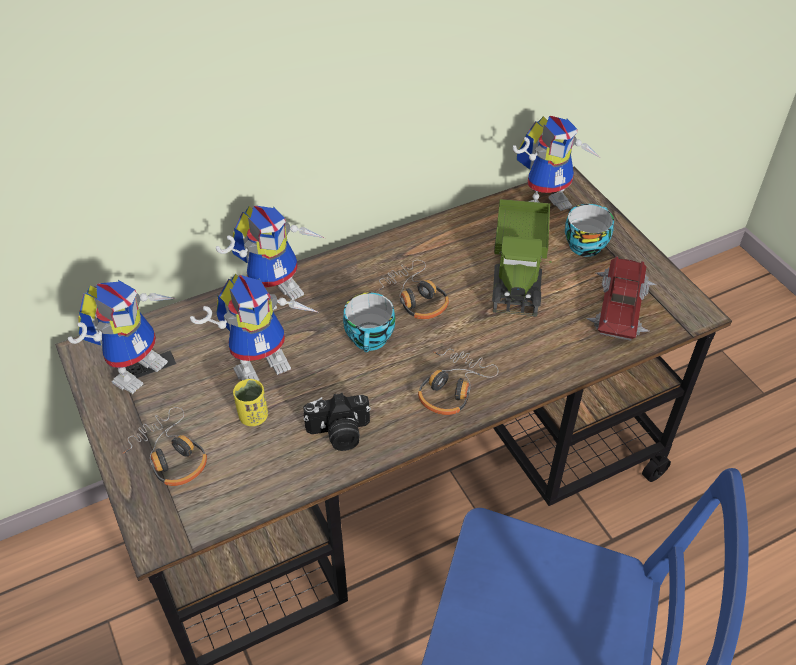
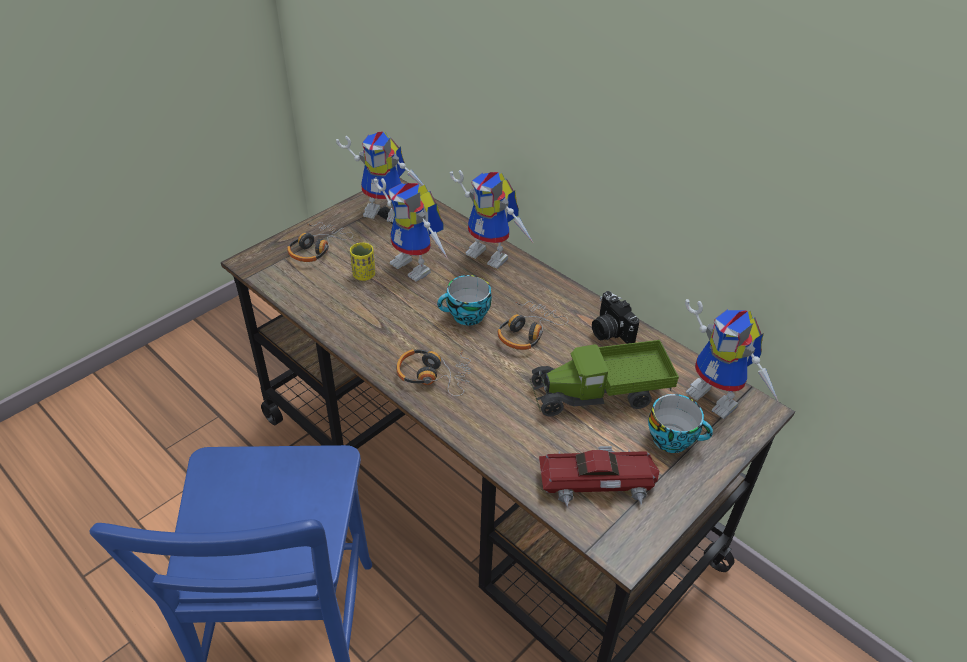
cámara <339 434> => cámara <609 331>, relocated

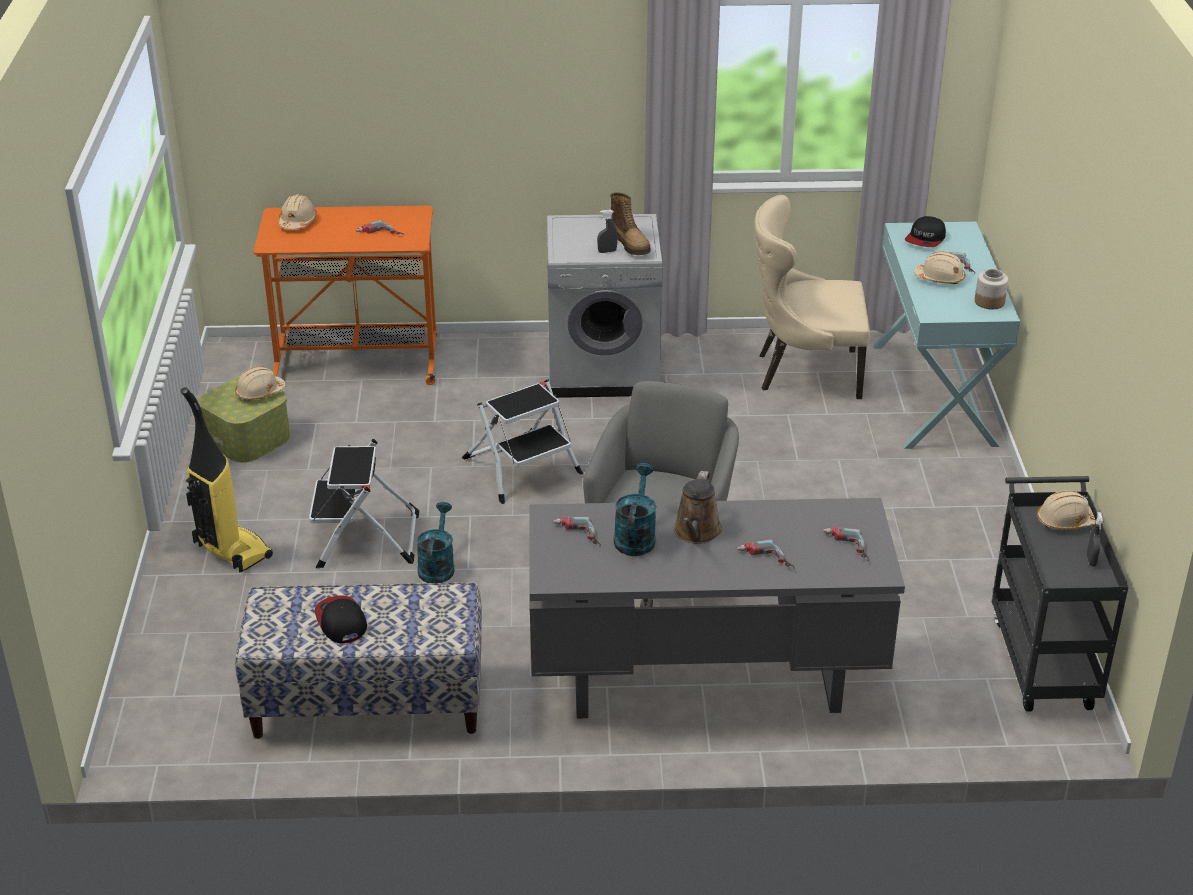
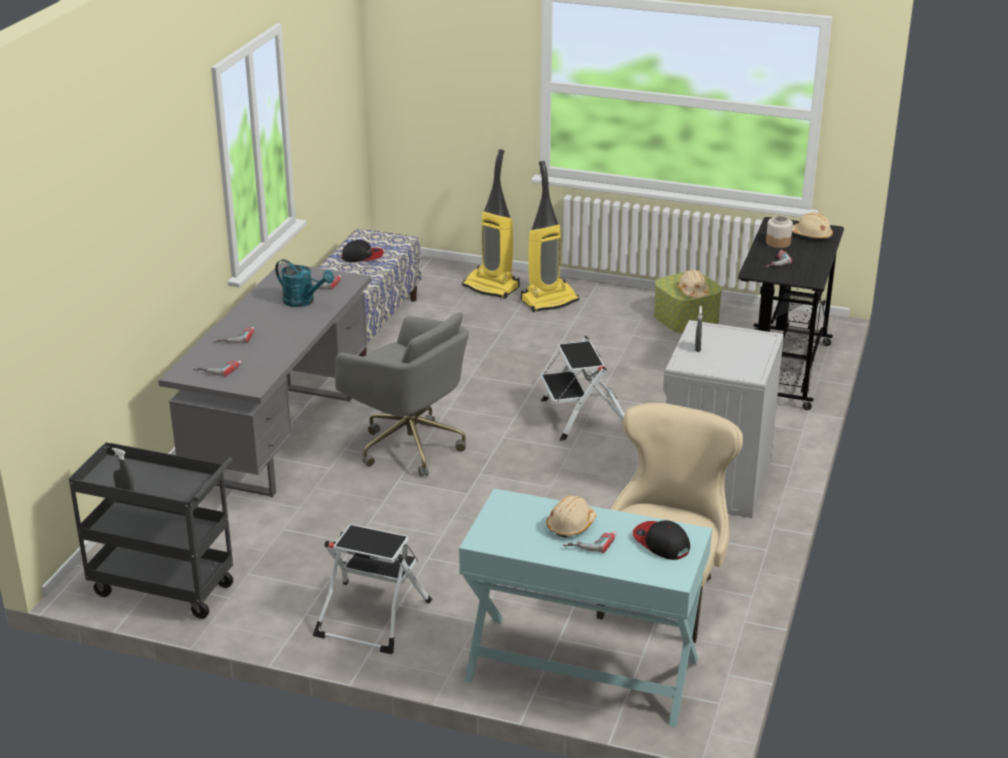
escritorio (naranja) <357 362> => escritorio (negro) <781 371>
escalera de tijera <365 537> => escalera de tijera <371 615>, relocated
regadera (turquesa) <437 566> => nothing
bota <630 244> => nothing
regadera (marrón) <696 532> => nothing
tarro <989 302> => tarro <778 243>, relocated
casco (beis) <1065 521> => nothing
nothing => aspiradora <492 287>

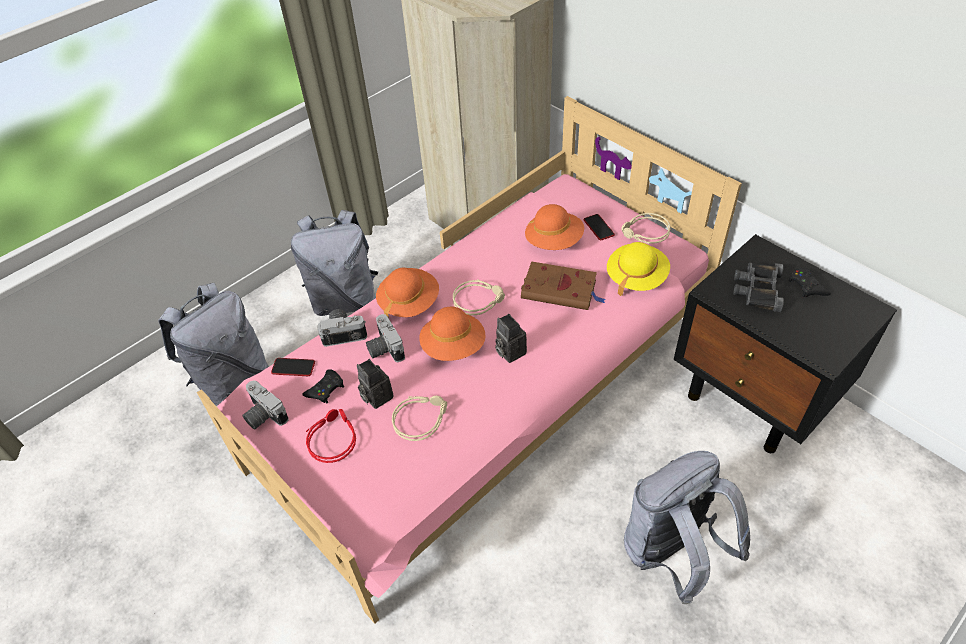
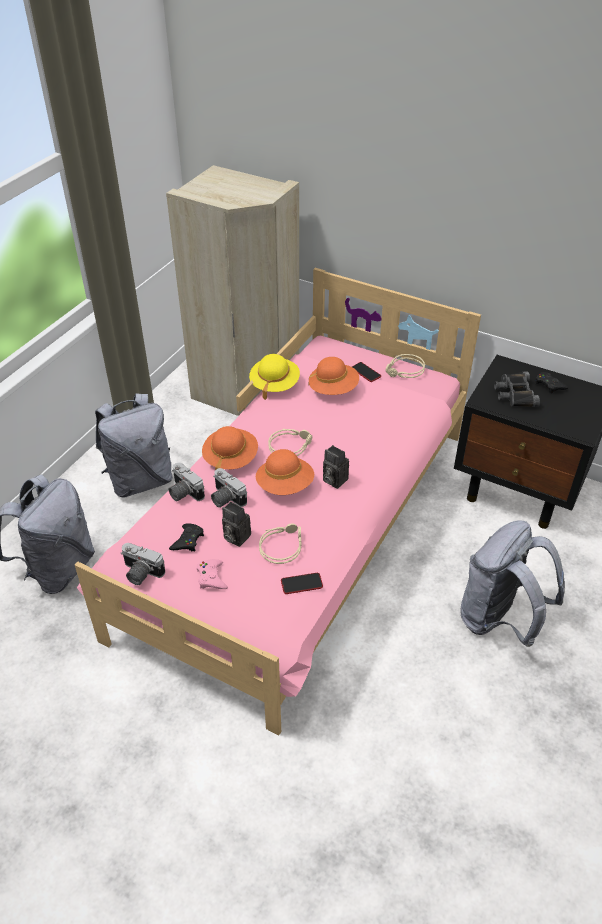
móvil <293 367> => móvil <301 584>, relocated
auriculares (rojo) <332 438> => mando de consola (rosa) <211 577>
cámara <344 332> => cámara <183 493>, 105 degrees counterclockwise
libro (marrón) <561 290> => nothing
sombrero (amarillo) <636 277> => sombrero (amarillo) <274 384>, relocated

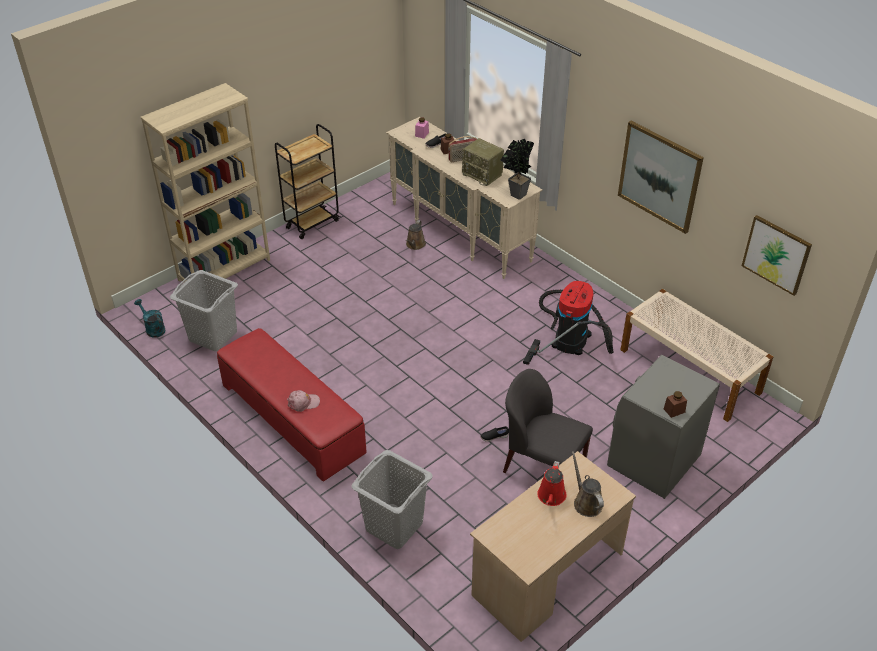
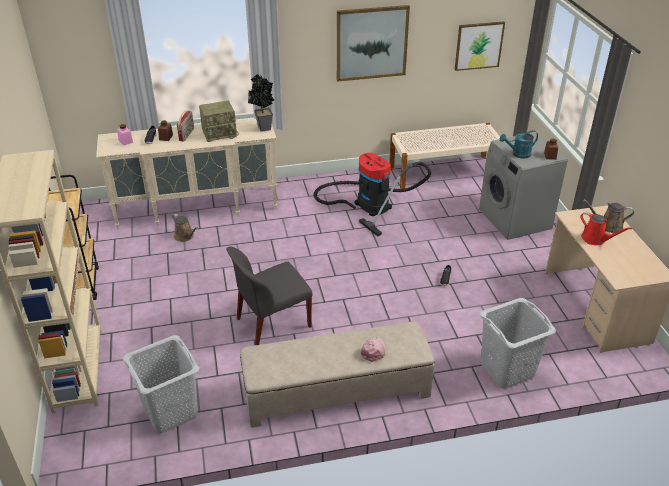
regadera (turquesa) <153 328> => regadera (turquesa) <518 154>, relocated
banco (rojo) <291 418> => banco (beis) <336 391>
silla (gris) <542 467> => silla (gris) <271 323>, relocated

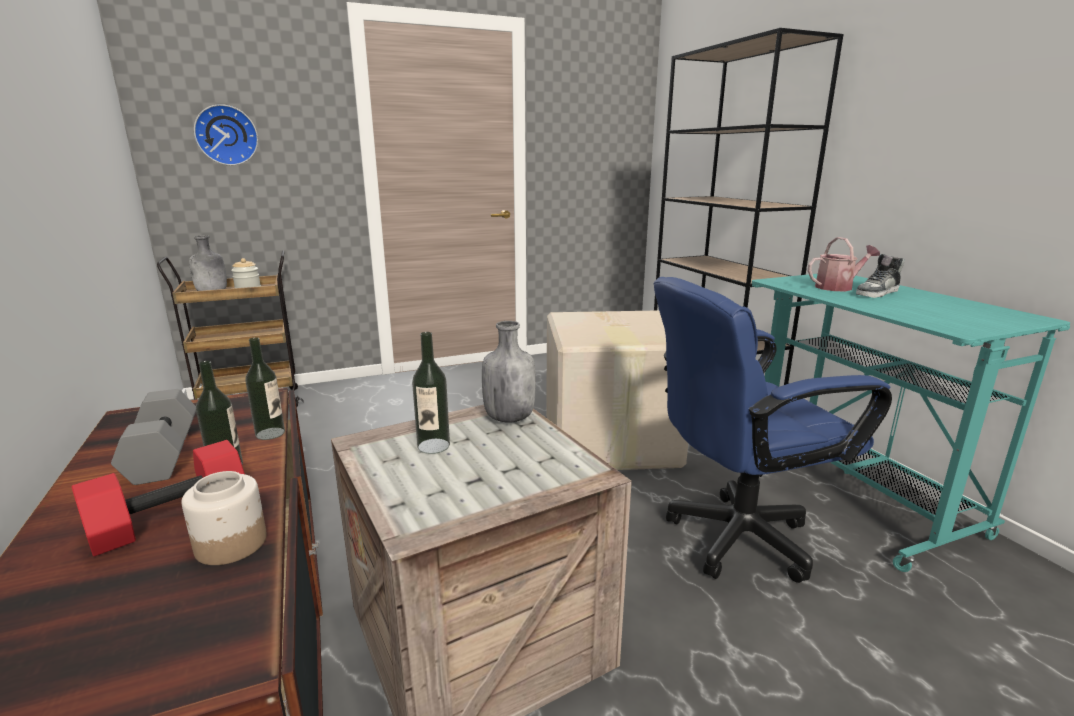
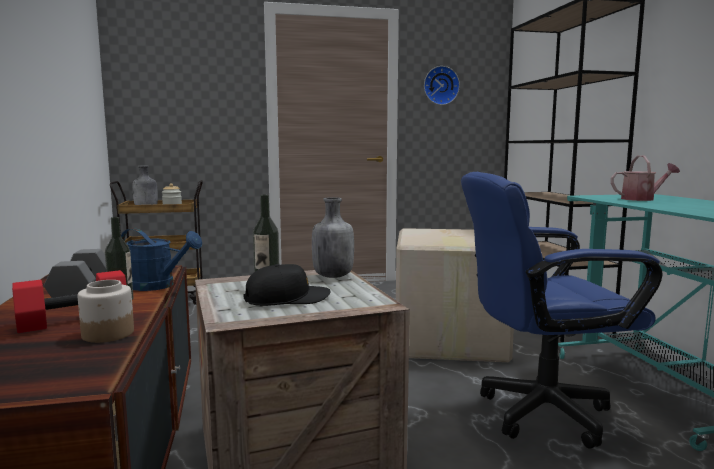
reloj de pared <227 135> => reloj de pared <440 85>, relocated
botella <270 433> => regadera (azul) <159 286>
zapato <877 293> => nothing
nothing => gorra (negro) <287 299>

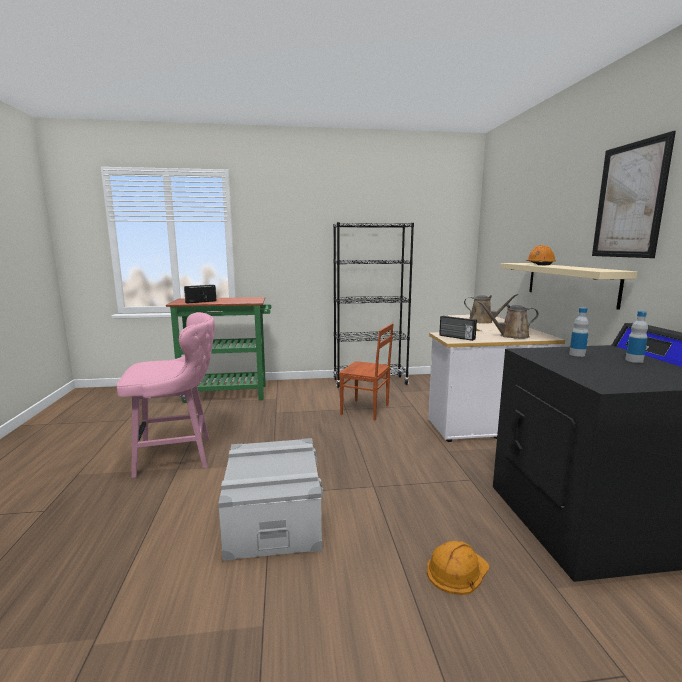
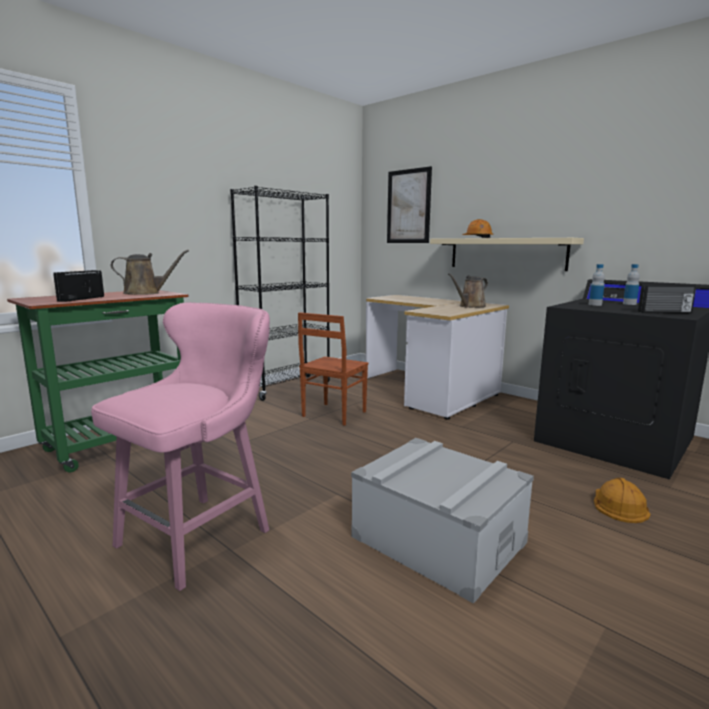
silla (marrón) <365 410> => silla (marrón) <333 414>, 135 degrees clockwise
radio <456 337> => radio <665 312>, relocated
regadera (marrón) <483 321> => regadera (marrón) <146 293>, relocated
cuadro <629 200> => cuadro <408 206>, relocated

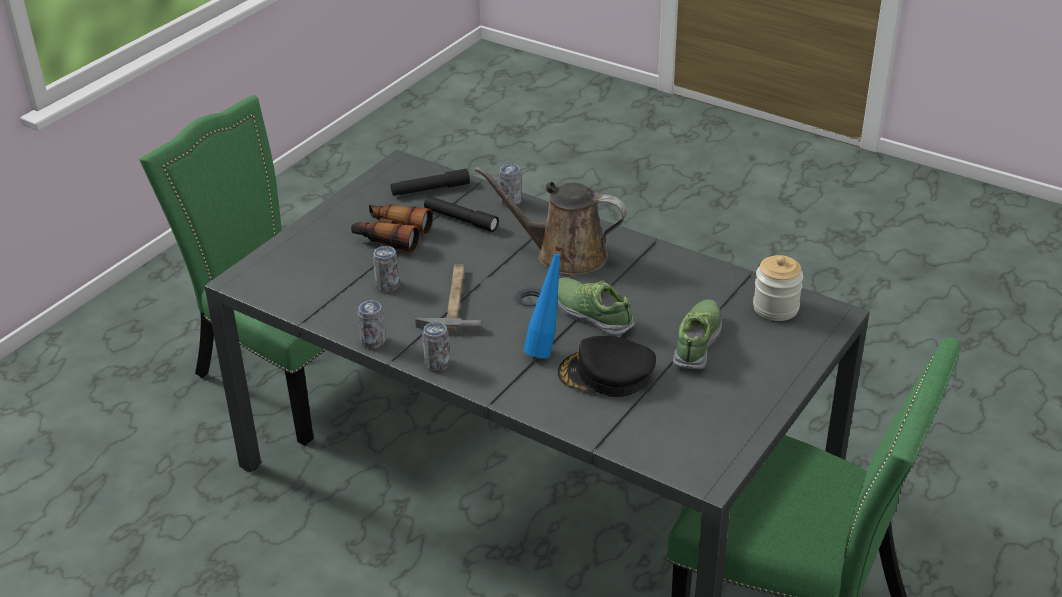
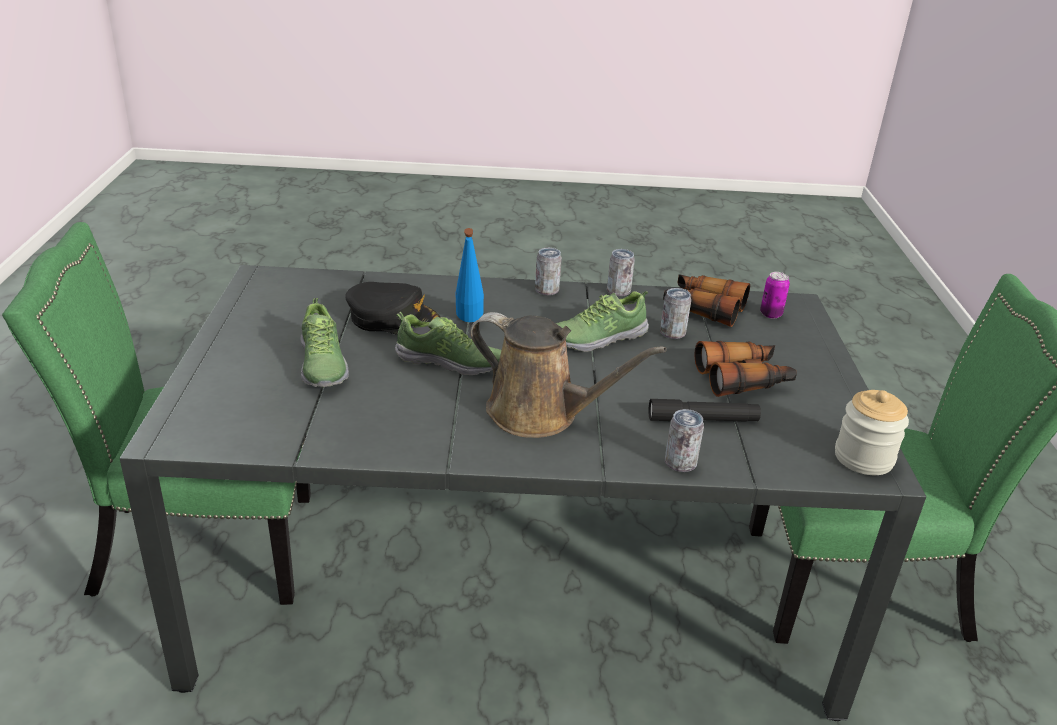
linterna (negro) <430 189> => nothing
martillo <452 301> => zapato <597 337>
regadera (marrón) <564 255> => regadera (marrón) <540 414>, 45 degrees clockwise
gorra (negro) <606 374> => gorra (negro) <394 318>, 45 degrees clockwise
tarro <775 308> => tarro <863 458>, relocated
nothing => prismáticos <703 308>
nothing => lata <770 314>

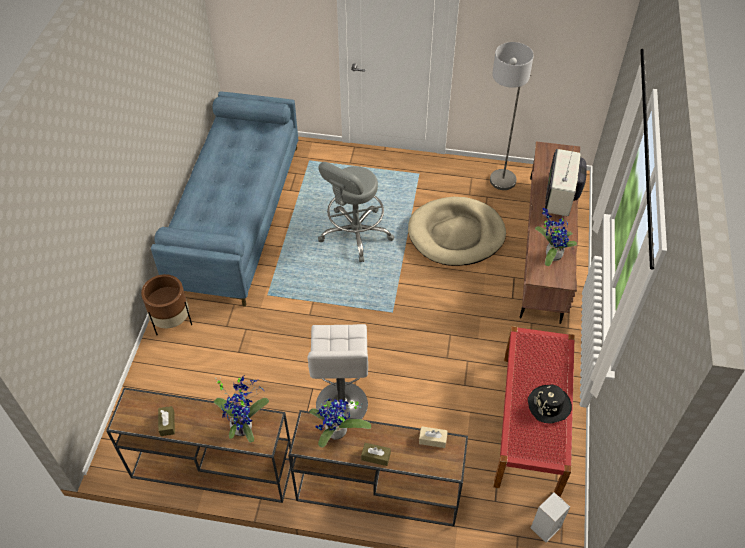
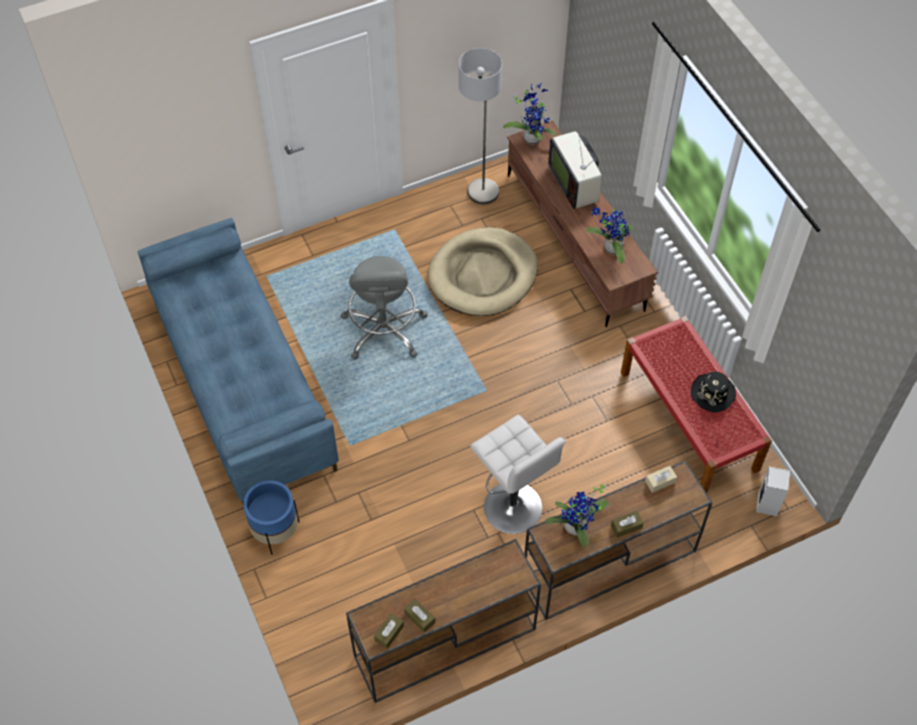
maceta (marrón) <172 322> => maceta (azul) <275 531>
planta en maceta <243 425> => planta en maceta <532 137>, relocated
nothing => caja de pañuelos (marrón) <389 633>

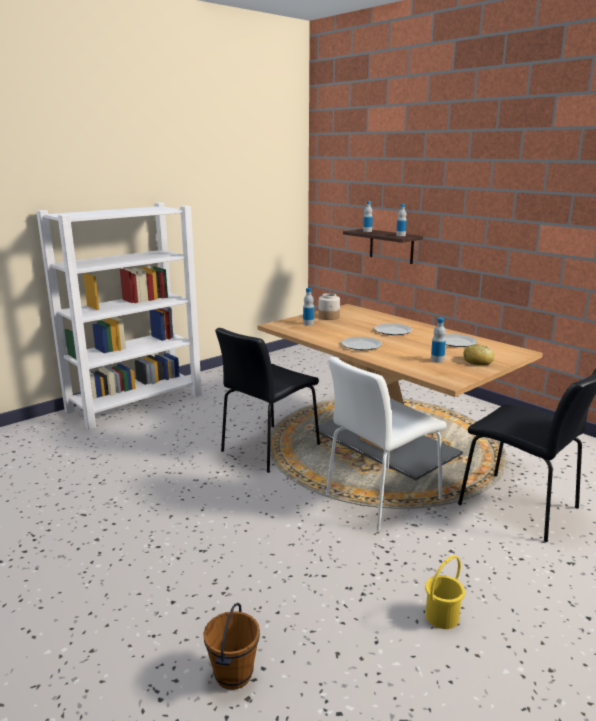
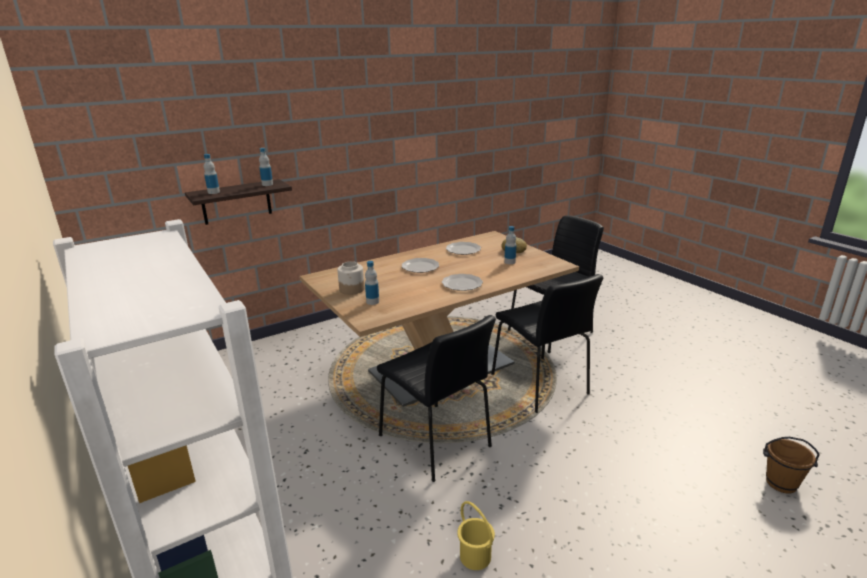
silla (blanco) <380 498> => silla (negro) <541 385>
cubo (amarillo) <441 616> => cubo (amarillo) <475 557>, relocated

